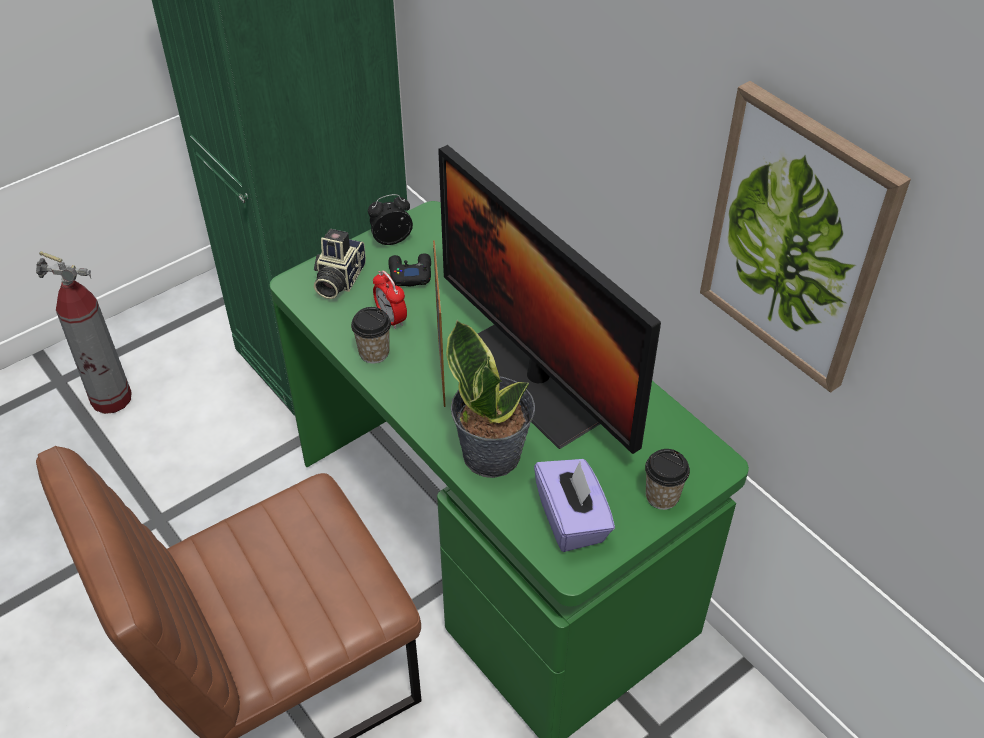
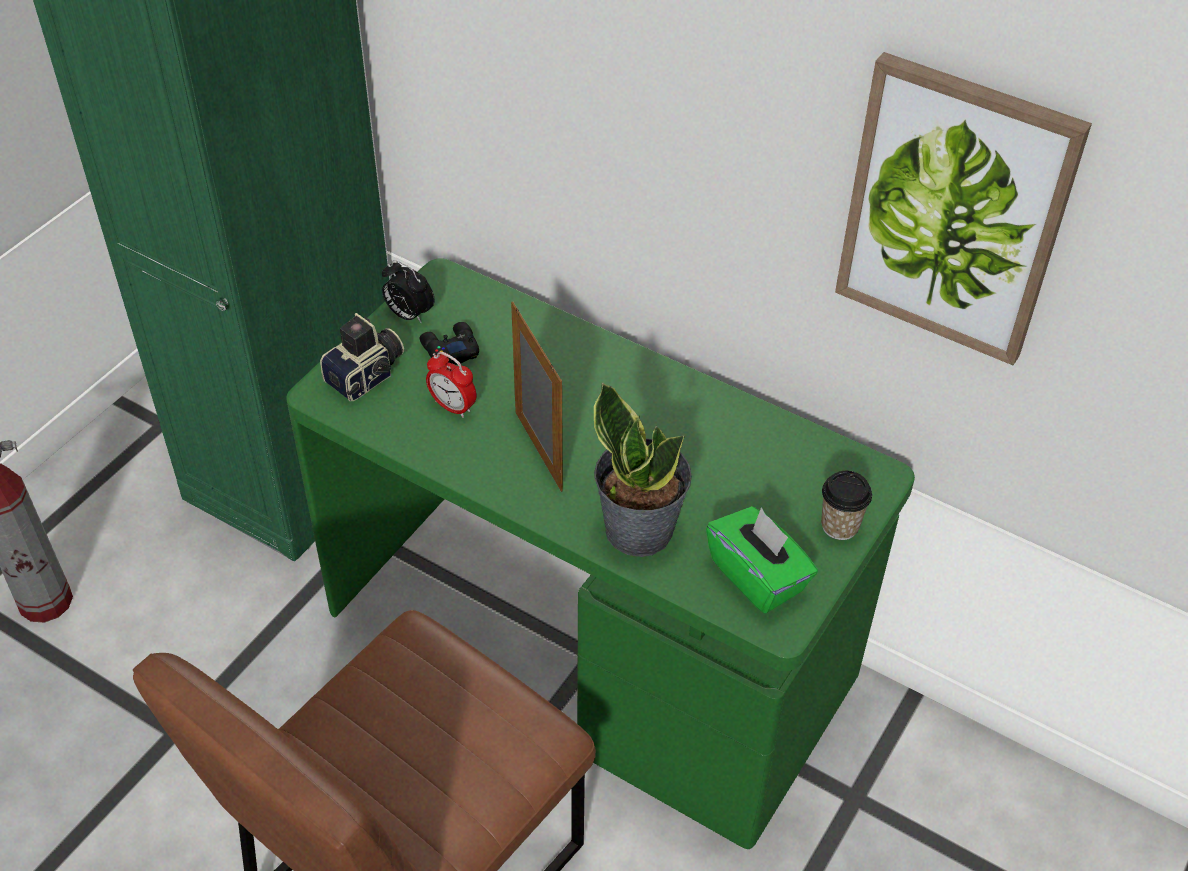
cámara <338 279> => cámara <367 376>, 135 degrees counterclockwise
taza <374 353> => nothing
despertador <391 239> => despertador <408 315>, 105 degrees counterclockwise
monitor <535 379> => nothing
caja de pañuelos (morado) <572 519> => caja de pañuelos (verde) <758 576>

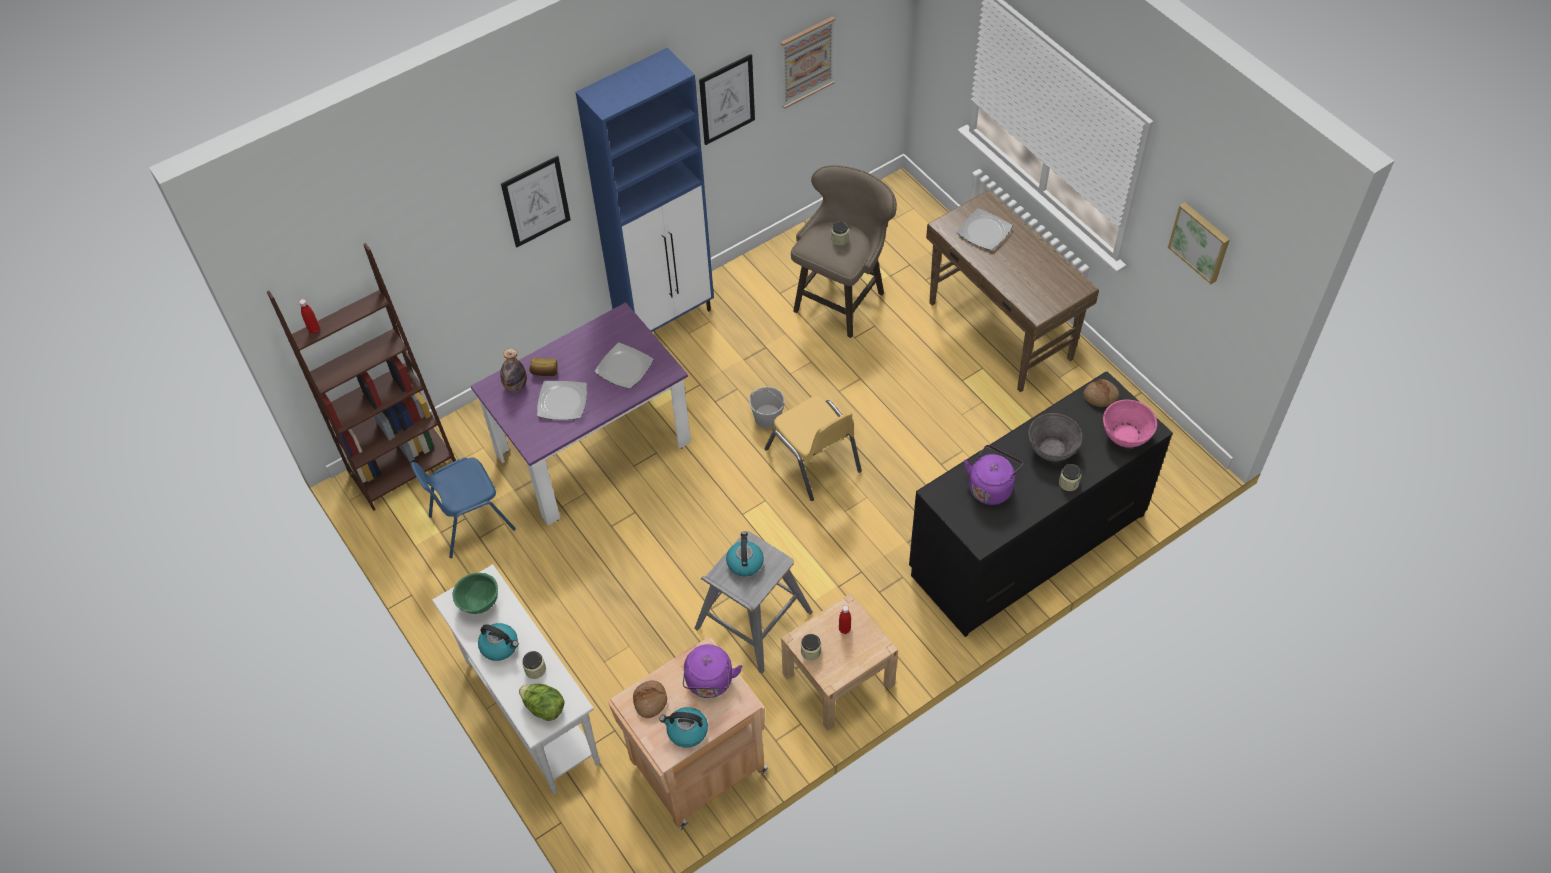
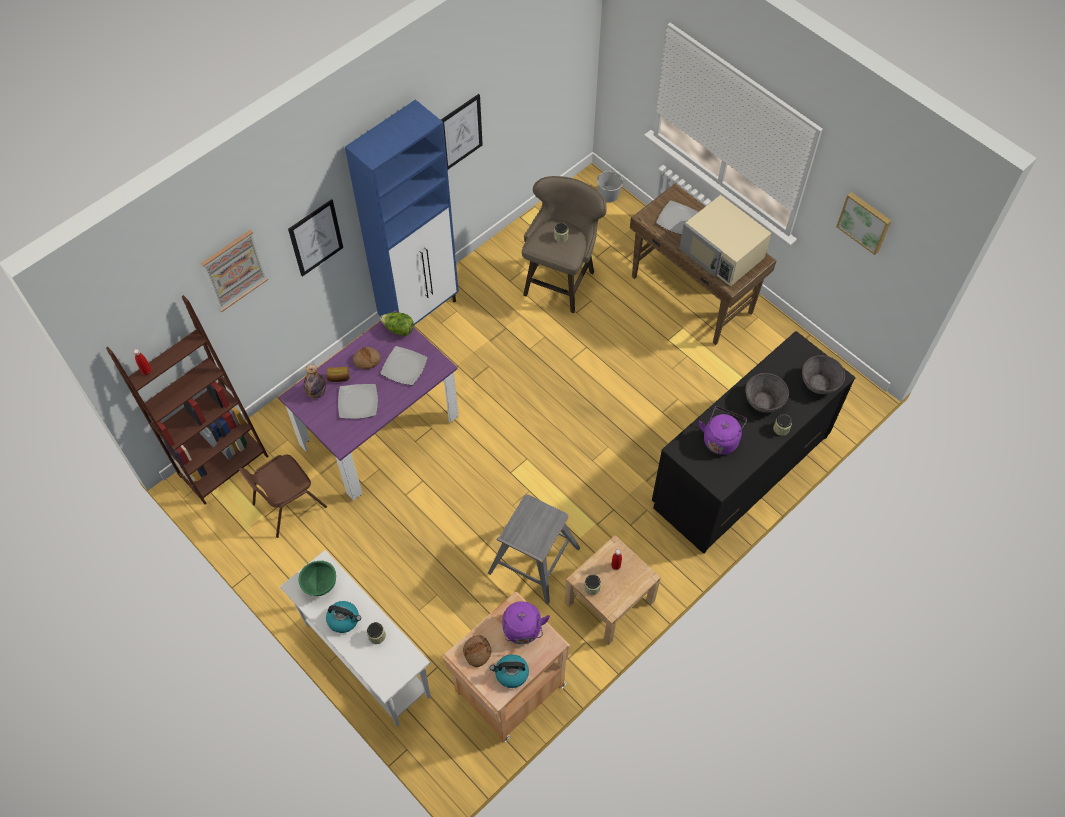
silla (azul) <470 522> => silla (marrón) <288 505>
lechuga <544 707> => lechuga <398 329>, relocated
hervidor <745 562> => nothing
cubo (blanco) <768 417> => cubo (blanco) <609 195>, relocated
silla (amarillo) <813 460> => nothing
cuadro <806 62> => cuadro <234 270>, relocated
pan <1100 396> => pan <367 360>, relocated
cuenco (rosa) <1126 435> => cuenco (gris) <819 383>
nothing => microondas (beis) <722 253>

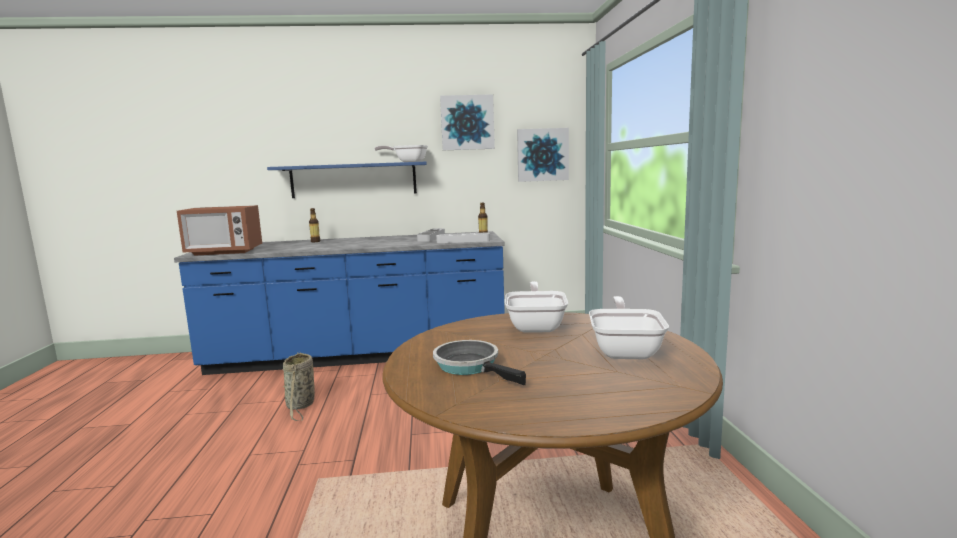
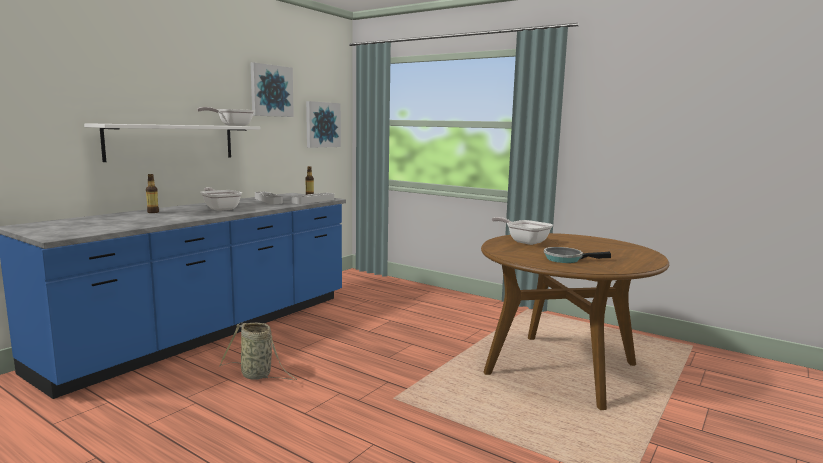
microondas <224 252> => nothing
estante (azul) <353 180> => estante (blanco) <172 142>
sartén <625 350> => sartén <220 208>, relocated

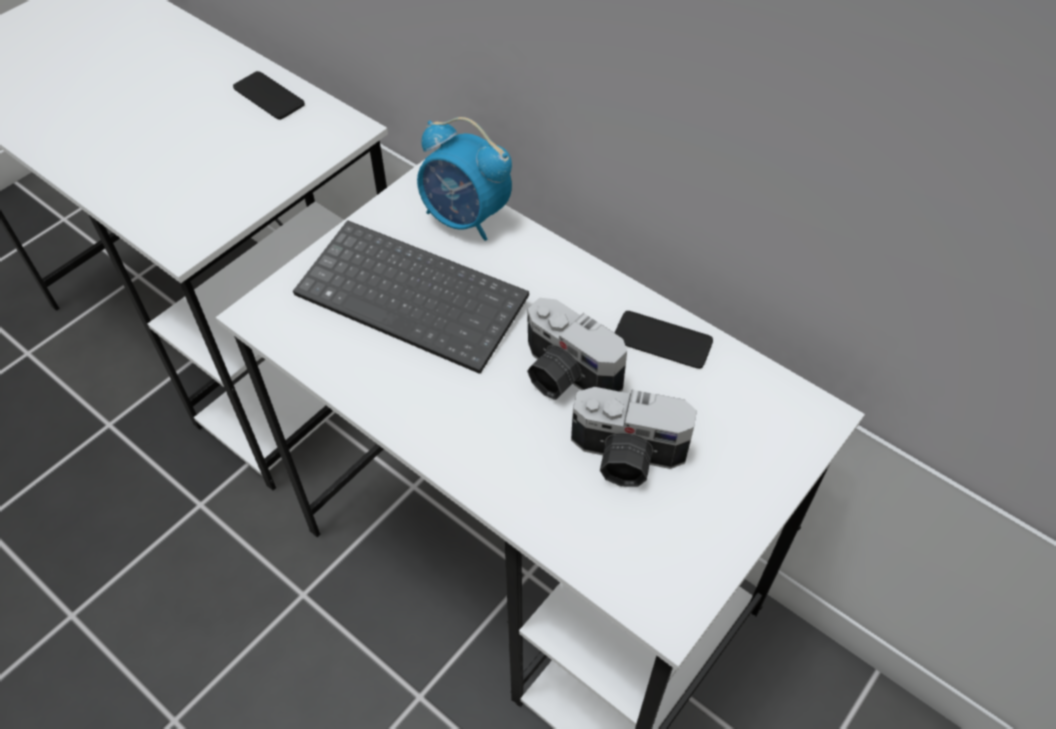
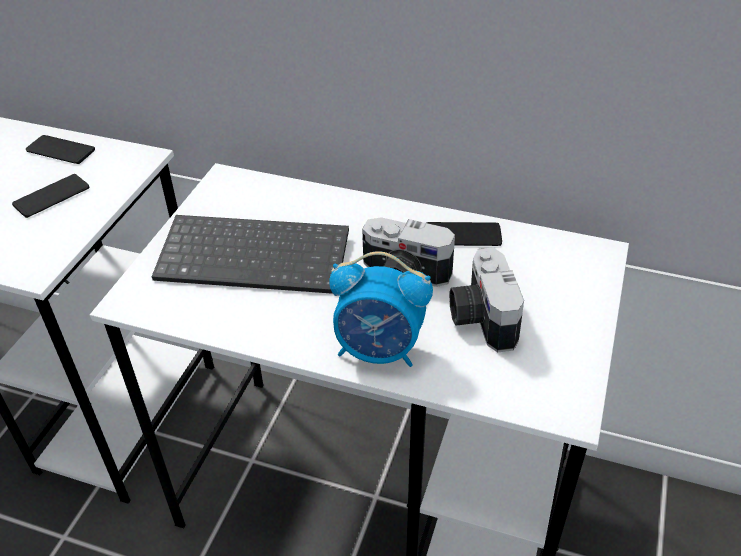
despertador <465 219> => despertador <379 350>, relocated
cámara <626 458> => cámara <480 318>, 90 degrees clockwise
nothing => móvil <51 196>

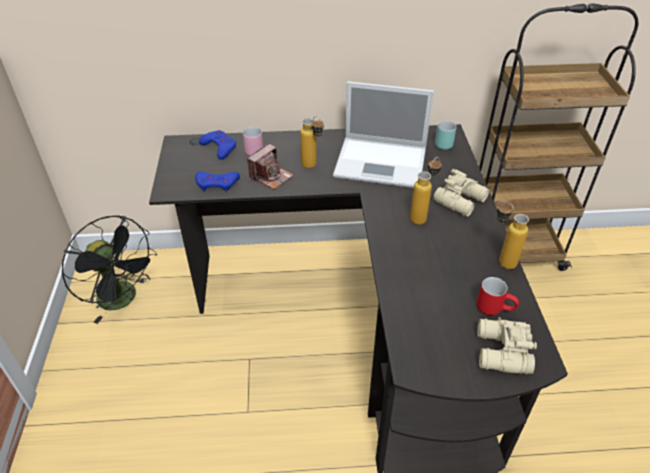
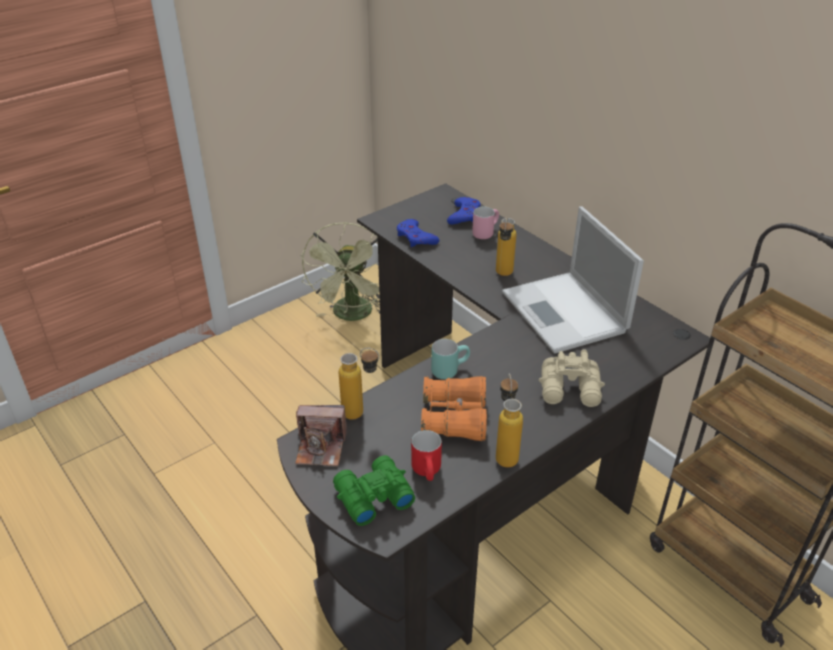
ventilador (negro) <123 300> => ventilador (verde) <352 315>
cámara <271 176> => cámara <321 447>, relocated
botella <422 216> => botella <361 414>, relocated
taza grande (turquesa) <442 142> => taza grande (turquesa) <449 369>, relocated
prismáticos (beis) <501 352> => prismáticos (verde) <371 496>
nothing => prismáticos (naranja) <454 418>

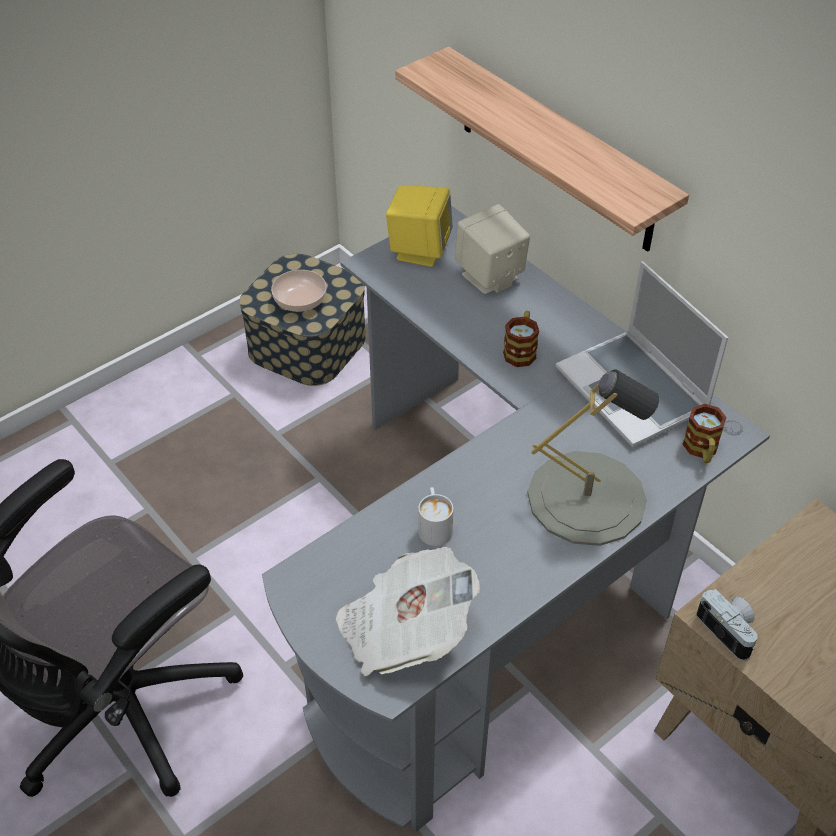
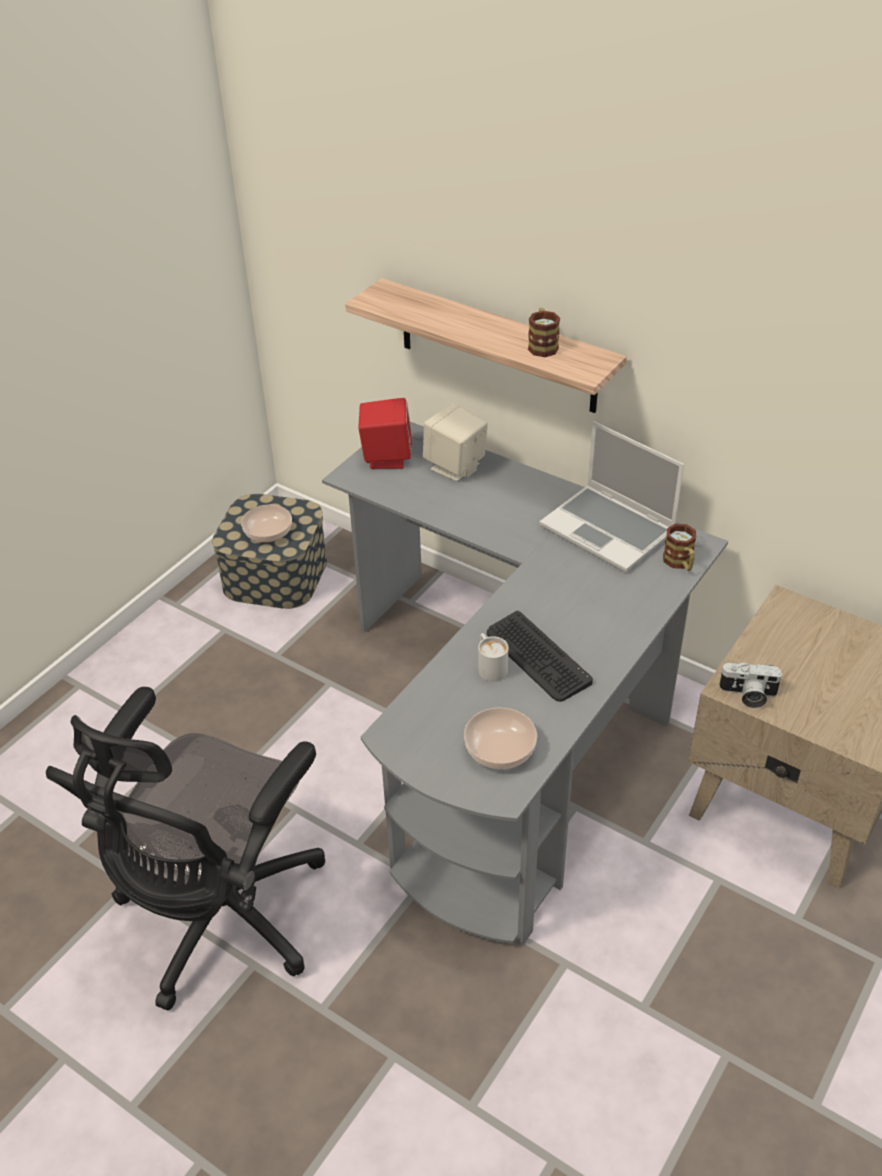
periódico <404 630> => cuenco <499 750>
altavoz (amarillo) <419 250> => altavoz (rojo) <386 457>
taza grande <521 350> => taza grande <542 345>, relocated
lámpara de mesa (gris) <586 497> => nothing
cámara <729 630> => cámara <748 695>, 150 degrees clockwise
nothing => teclado <537 657>

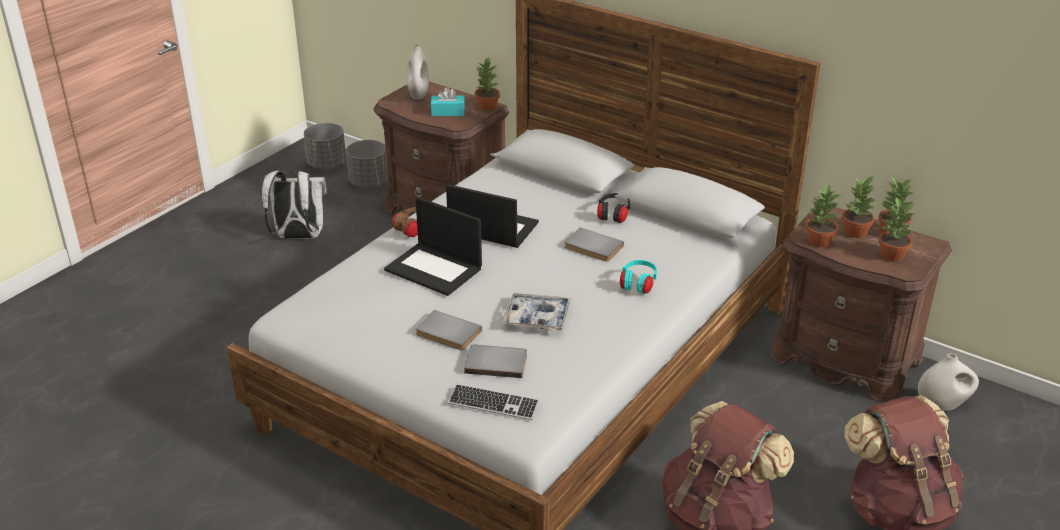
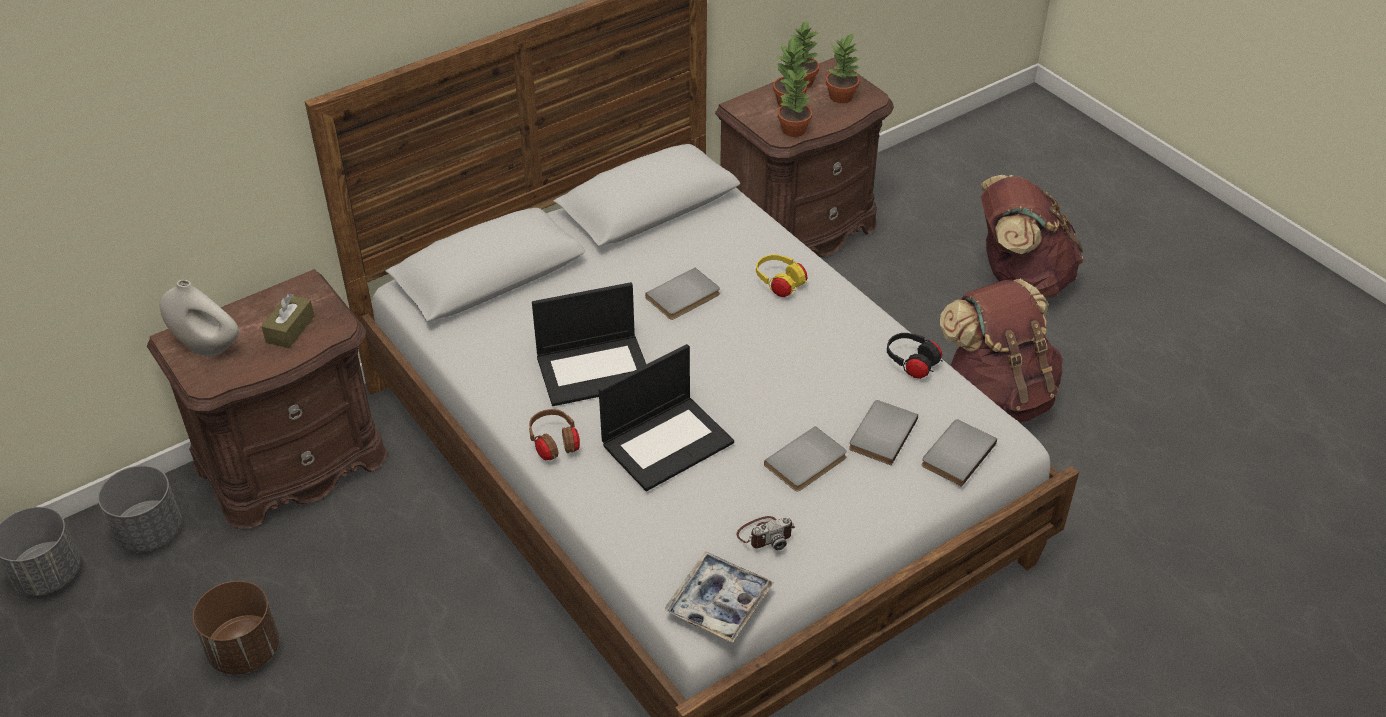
mochila (blanco) <298 237> => maceta (marrón) <245 651>
caja de pañuelos (turquesa) <448 112> => caja de pañuelos (marrón) <290 329>
portátil <492 228> => portátil <595 369>, 150 degrees counterclockwise
teclado <493 404> => libro (gris) <956 453>
planta en maceta <487 107> => nothing
bandeja <537 318> => bandeja <718 603>, relocated
auriculares (negro) <613 216> => auriculares (negro) <912 364>, relocated
auriculares (turquesa) <638 285> => auriculares (amarillo) <780 284>
florero (blanco) <943 404> => nothing
nothing => cámara <765 534>

